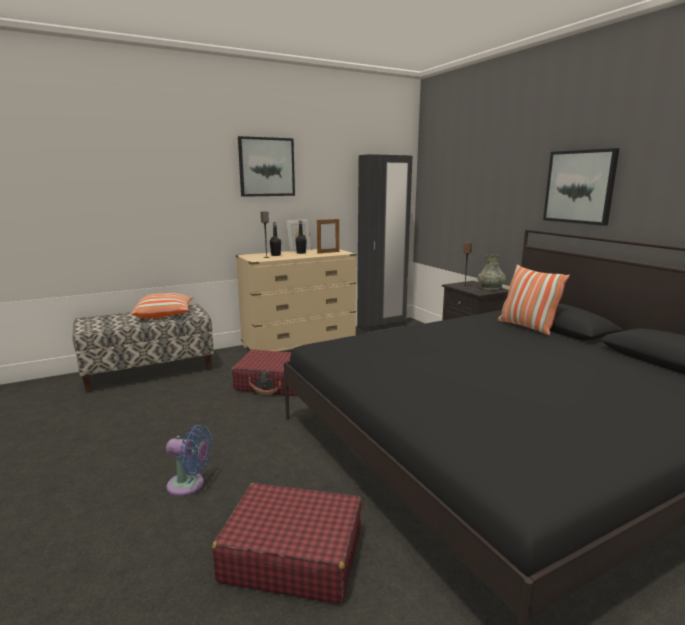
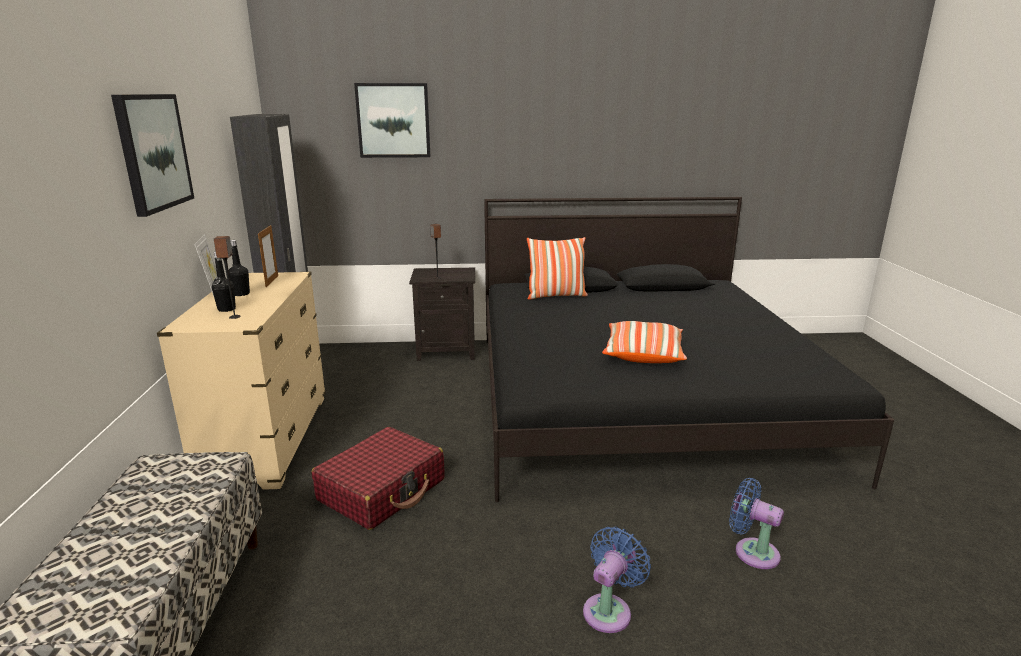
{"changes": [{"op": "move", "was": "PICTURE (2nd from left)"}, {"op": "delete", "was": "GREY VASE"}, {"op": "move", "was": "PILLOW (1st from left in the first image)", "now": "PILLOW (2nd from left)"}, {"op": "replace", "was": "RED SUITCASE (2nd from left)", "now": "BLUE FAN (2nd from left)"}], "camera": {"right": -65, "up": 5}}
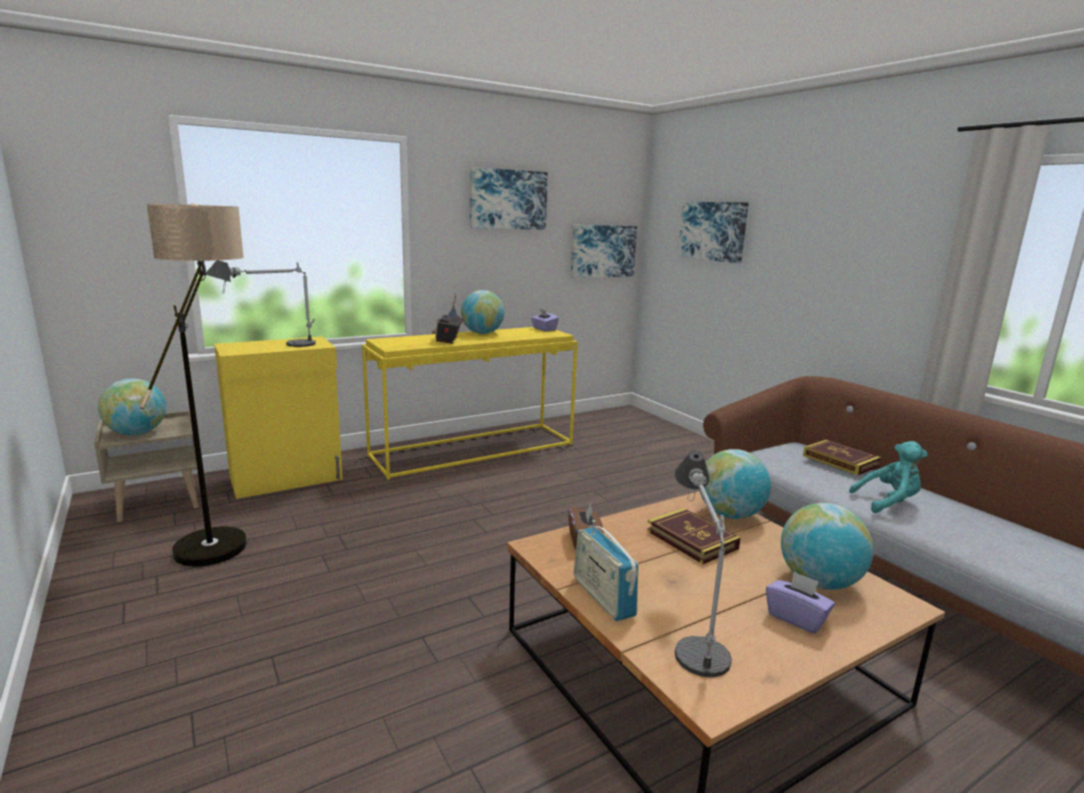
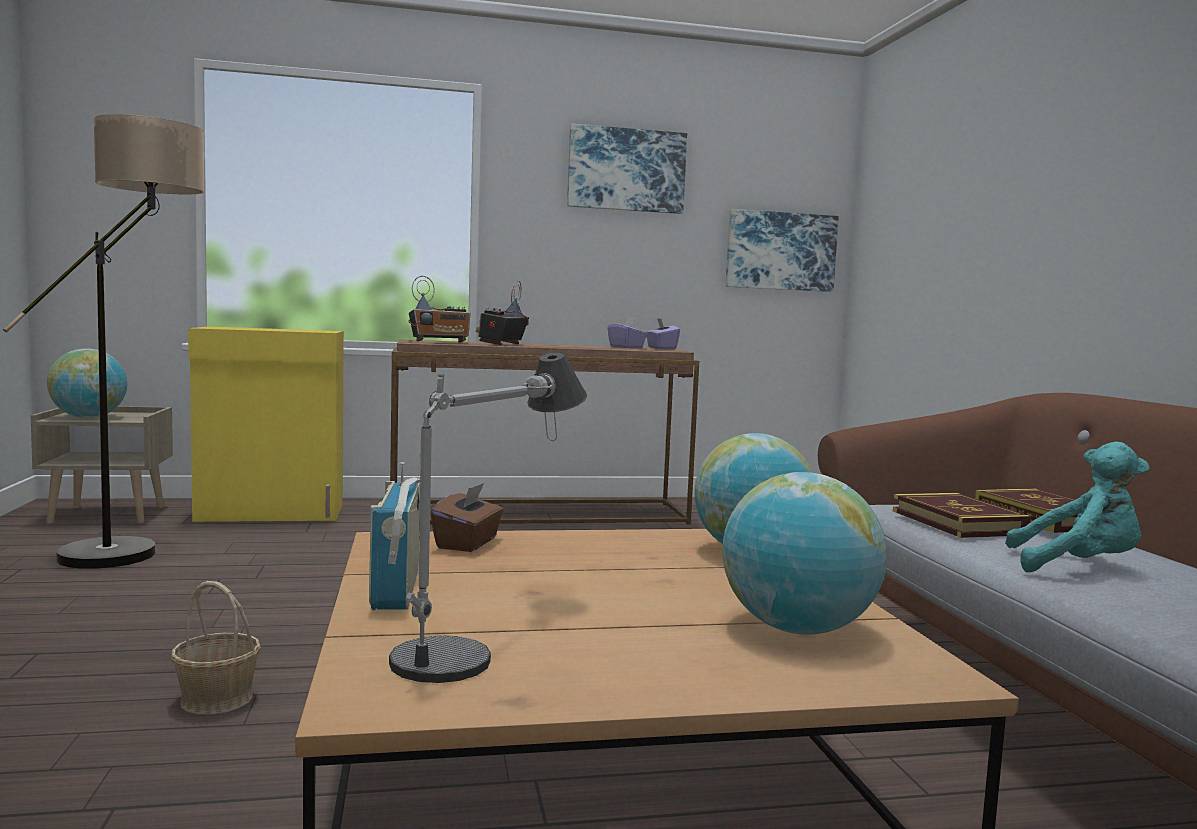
{"changes": [{"op": "delete", "was": "PICTURE (3rd from left)"}, {"op": "delete", "was": "TABLE LAMP (1st from left)"}, {"op": "delete", "was": "GLOBE (2nd from left)"}, {"op": "recolor", "was": "YELLOW CONSOLE TABLE", "now": "BROWN CONSOLE TABLE"}, {"op": "move", "was": "BOOK (1st from left)"}, {"op": "move", "was": "PURPLE TISSUE BOX (2nd from left in the first image)", "now": "PURPLE TISSUE BOX (1st from left)"}, {"op": "insert", "now": "RADIO (2nd from left)"}, {"op": "insert", "now": "BASKET"}], "camera": {"right": 20, "up": -10}}
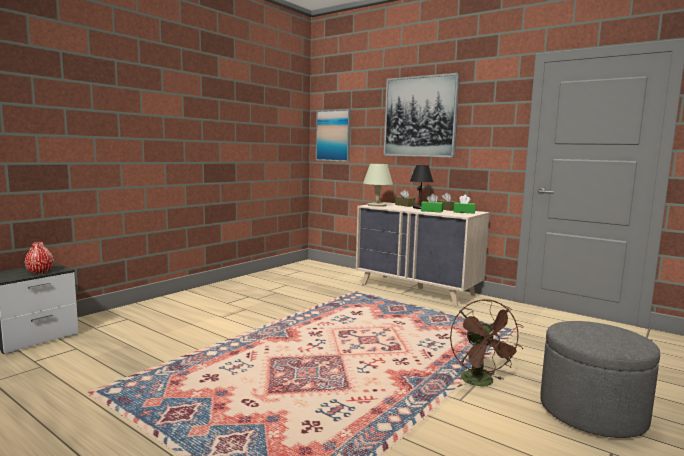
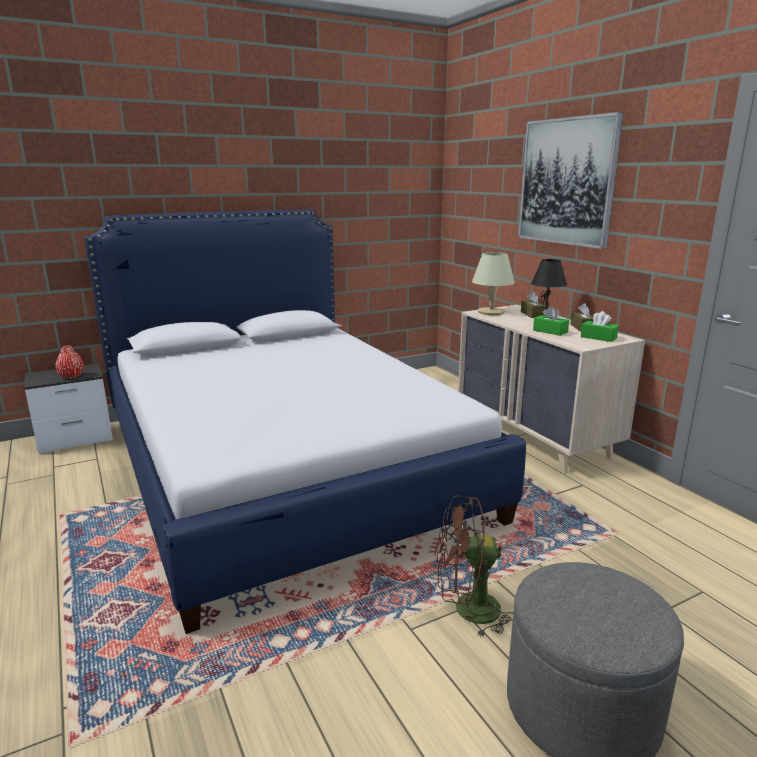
{"changes": [{"op": "delete", "was": "PICTURE (1st from left)"}, {"op": "rotate", "was": "BROWN FAN", "clockwise": 75}, {"op": "insert", "now": "BED"}], "camera": {"right": 25, "up": 10}}
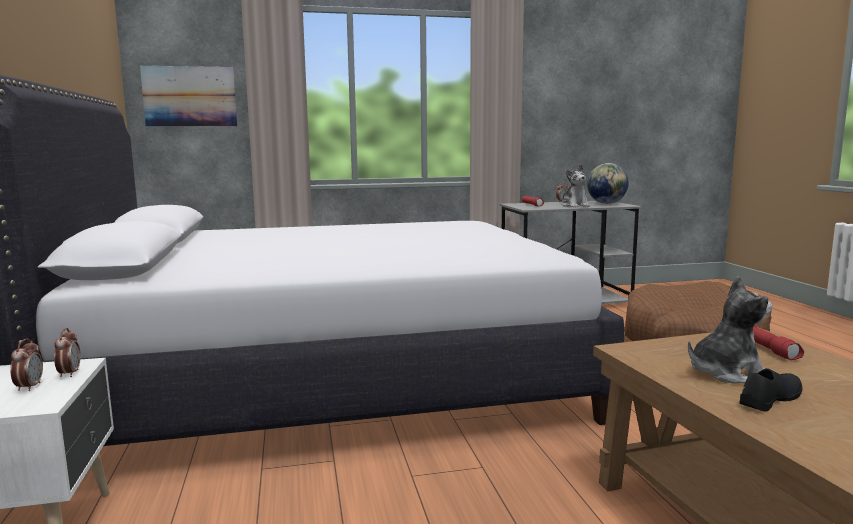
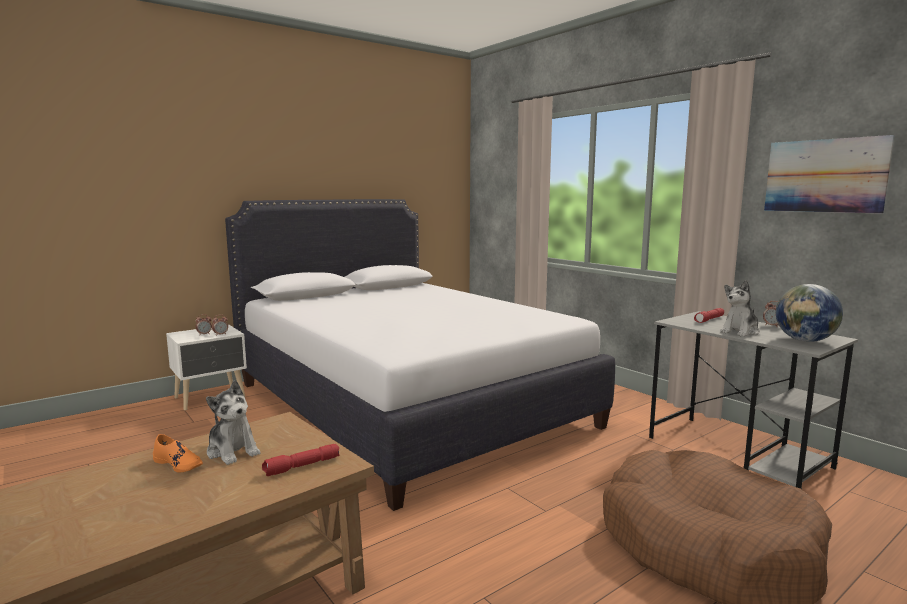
{"changes": [{"op": "move", "was": "PICTURE"}, {"op": "recolor", "was": "BLACK SHOE", "now": "ORANGE SHOE"}], "camera": {"right": 65, "up": 0}}
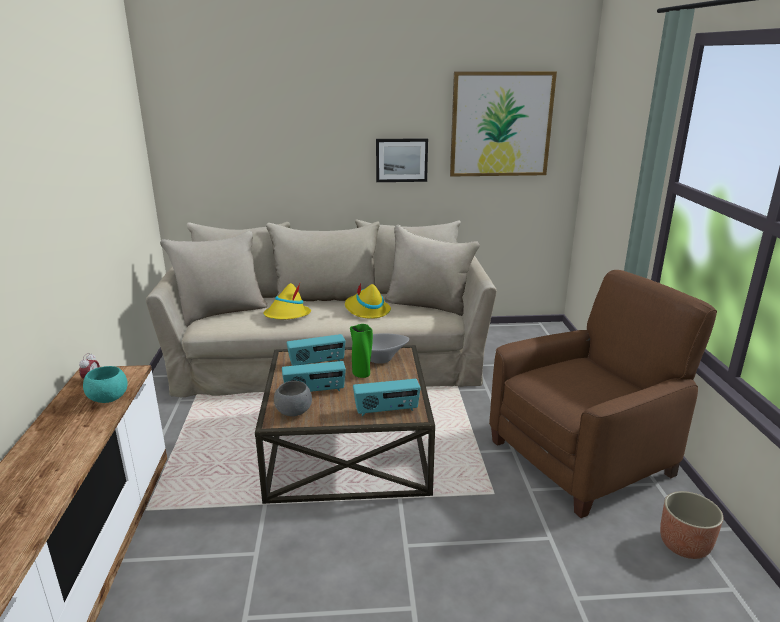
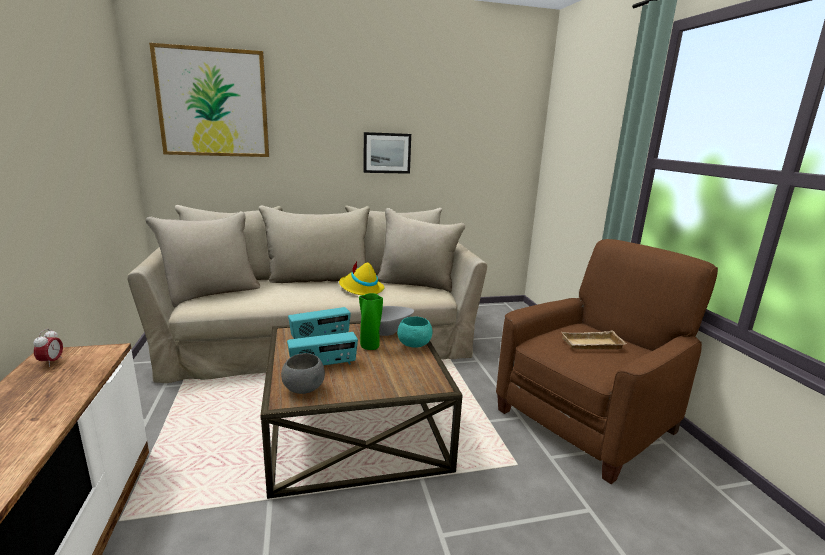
{"changes": [{"op": "move", "was": "PICTURE (2nd from left in the first image)", "now": "PICTURE (1st from left)"}, {"op": "delete", "was": "YELLOW HAT (1st from left)"}, {"op": "move", "was": "TURQUOISE BOWL"}, {"op": "delete", "was": "RADIO (3rd from left)"}, {"op": "delete", "was": "PLANTER"}, {"op": "insert", "now": "BEIGE TRAY"}], "camera": {"right": -10, "up": -5}}
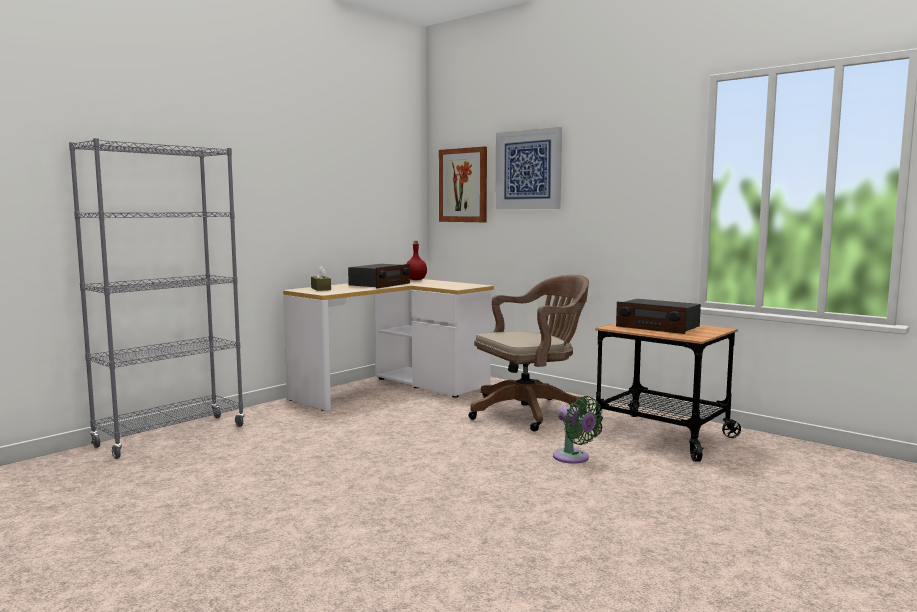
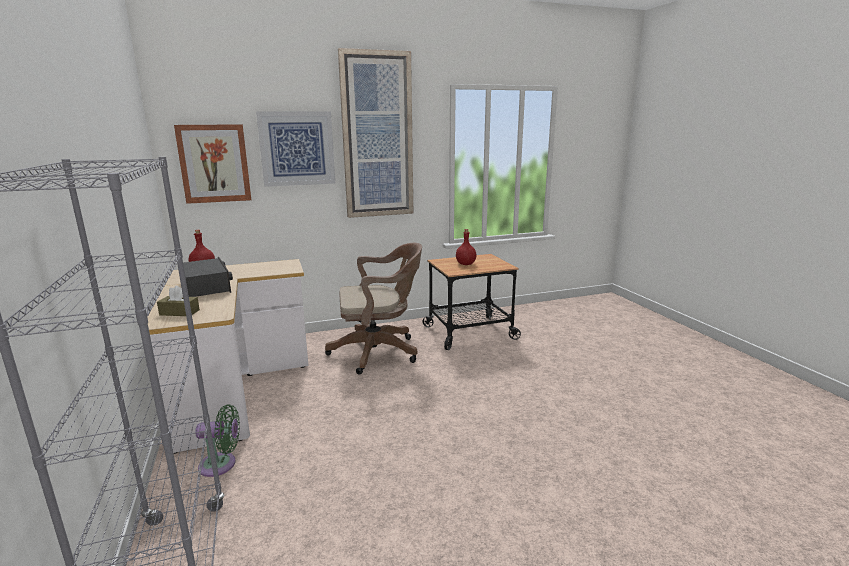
{"changes": [{"op": "rotate", "was": "BROWN OFFICE CHAIR", "clockwise": 75}, {"op": "replace", "was": "RADIO (2nd from left)", "now": "RED BOTTLE (2nd from left)"}, {"op": "move", "was": "GREEN FAN"}, {"op": "insert", "now": "PICTURE (3rd from left)"}], "camera": {"right": -60, "up": 10}}
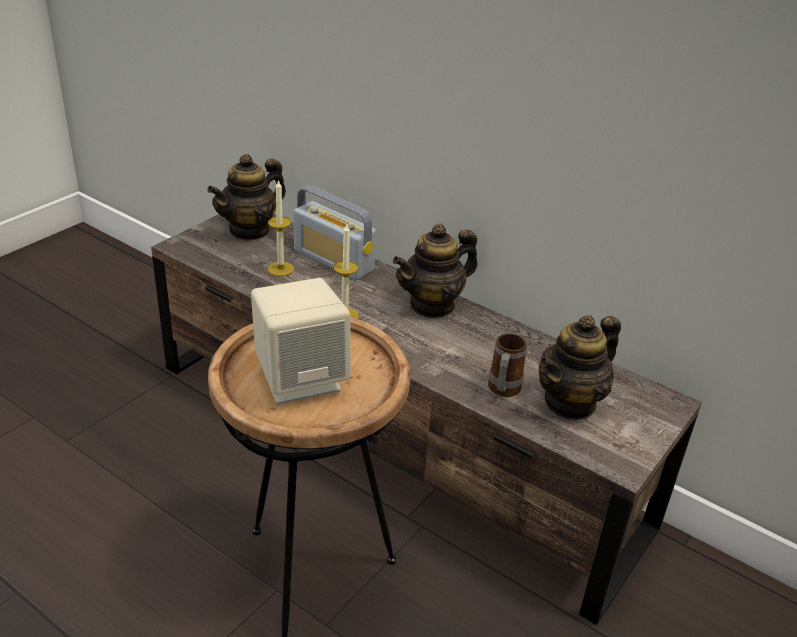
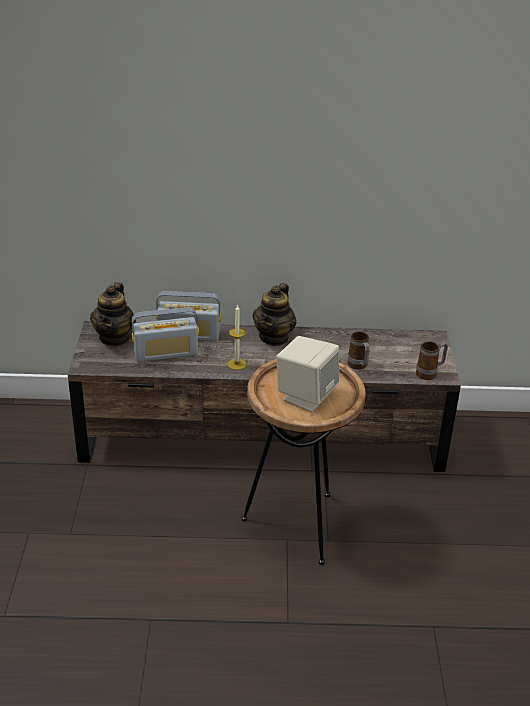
{"changes": [{"op": "replace", "was": "CANDLE (1st from left)", "now": "RADIO (1st from left)"}, {"op": "delete", "was": "TEAPOT (3rd from left)"}, {"op": "insert", "now": "MUG (2nd from left)"}], "camera": {"right": -35, "up": 0}}
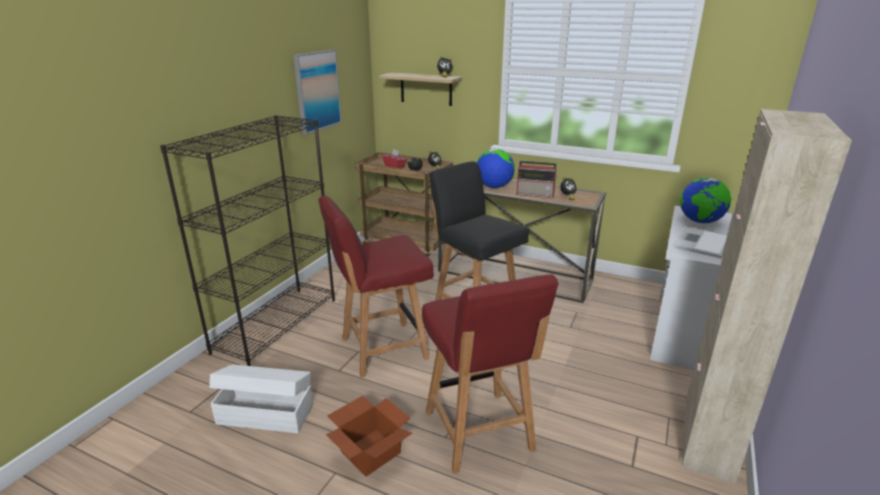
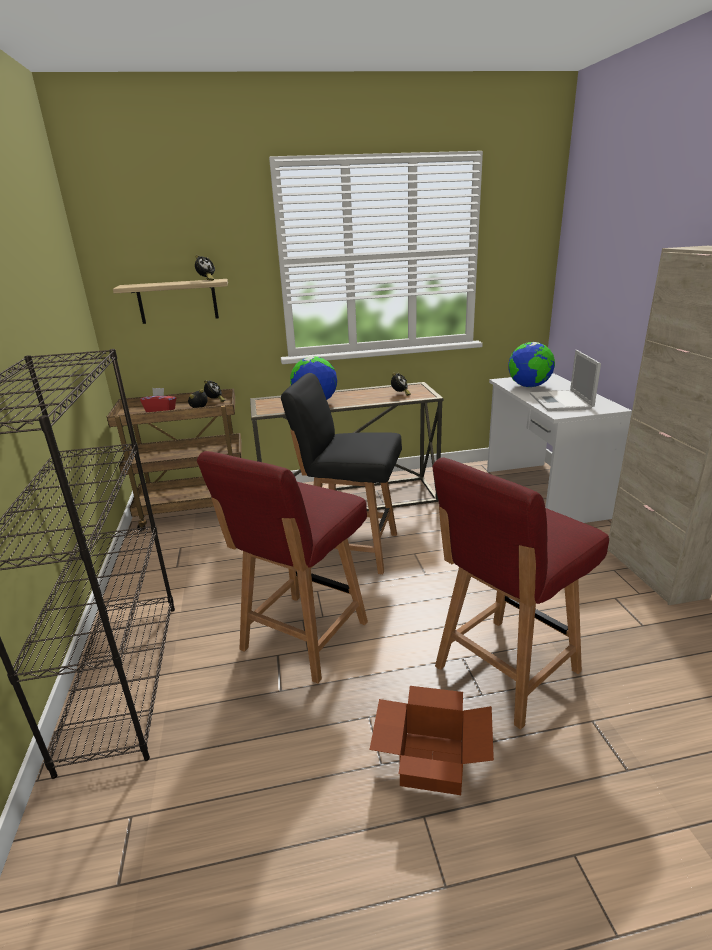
{"changes": [{"op": "delete", "was": "PICTURE"}, {"op": "delete", "was": "RADIO"}, {"op": "rotate", "was": "RED CHAIR (2nd from left)", "clockwise": 105}, {"op": "delete", "was": "WHITE STORAGE BOX"}], "camera": {"right": -35, "up": 0}}
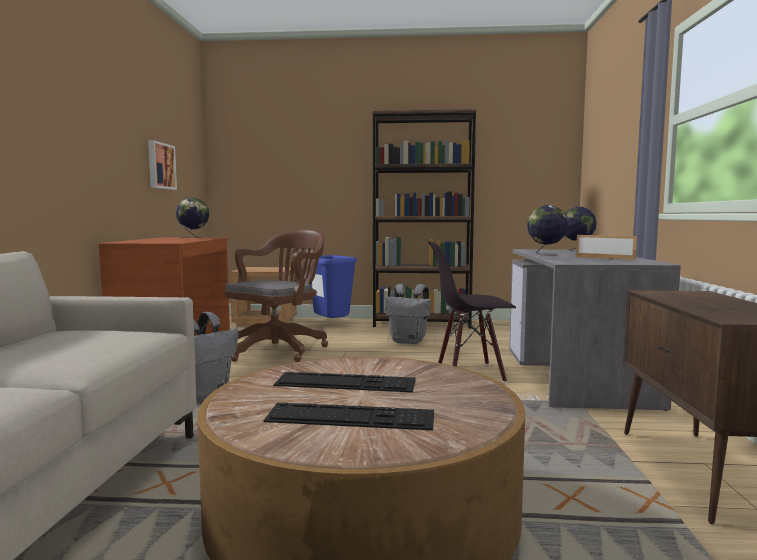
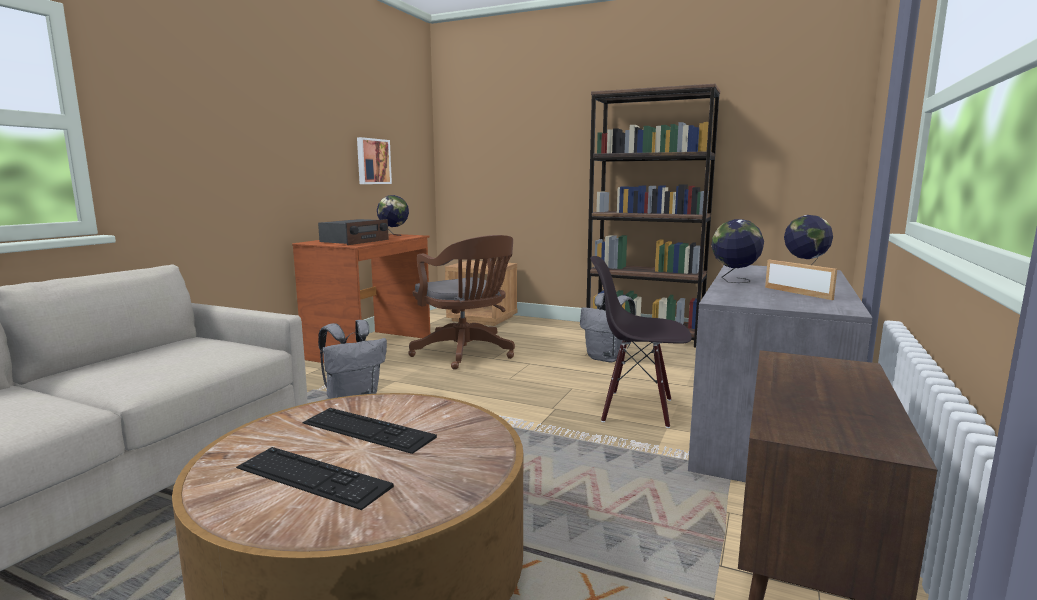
{"changes": [{"op": "rotate", "was": "BROWN OFFICE CHAIR", "clockwise": 90}, {"op": "delete", "was": "BLUE TRASH CAN"}, {"op": "insert", "now": "RADIO"}], "camera": {"right": 20, "up": 5}}
